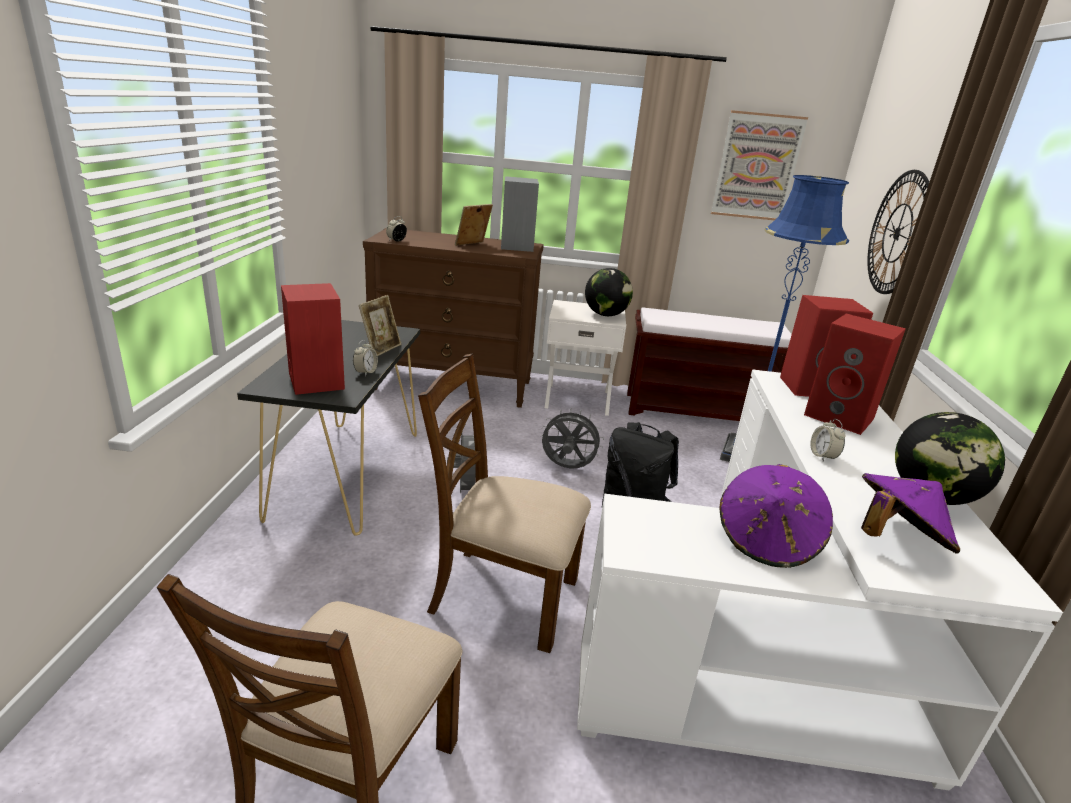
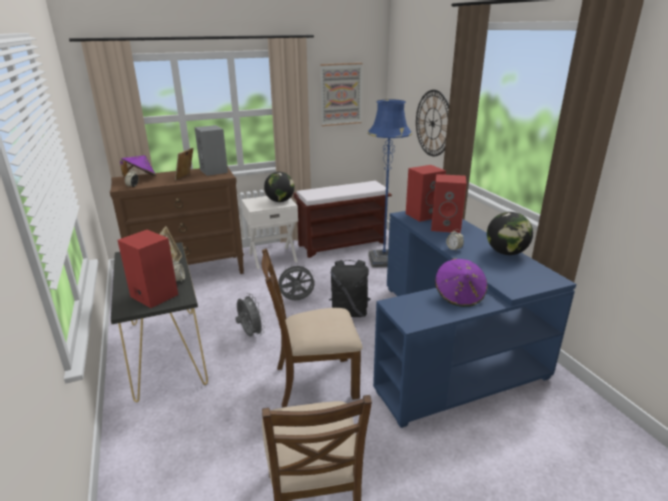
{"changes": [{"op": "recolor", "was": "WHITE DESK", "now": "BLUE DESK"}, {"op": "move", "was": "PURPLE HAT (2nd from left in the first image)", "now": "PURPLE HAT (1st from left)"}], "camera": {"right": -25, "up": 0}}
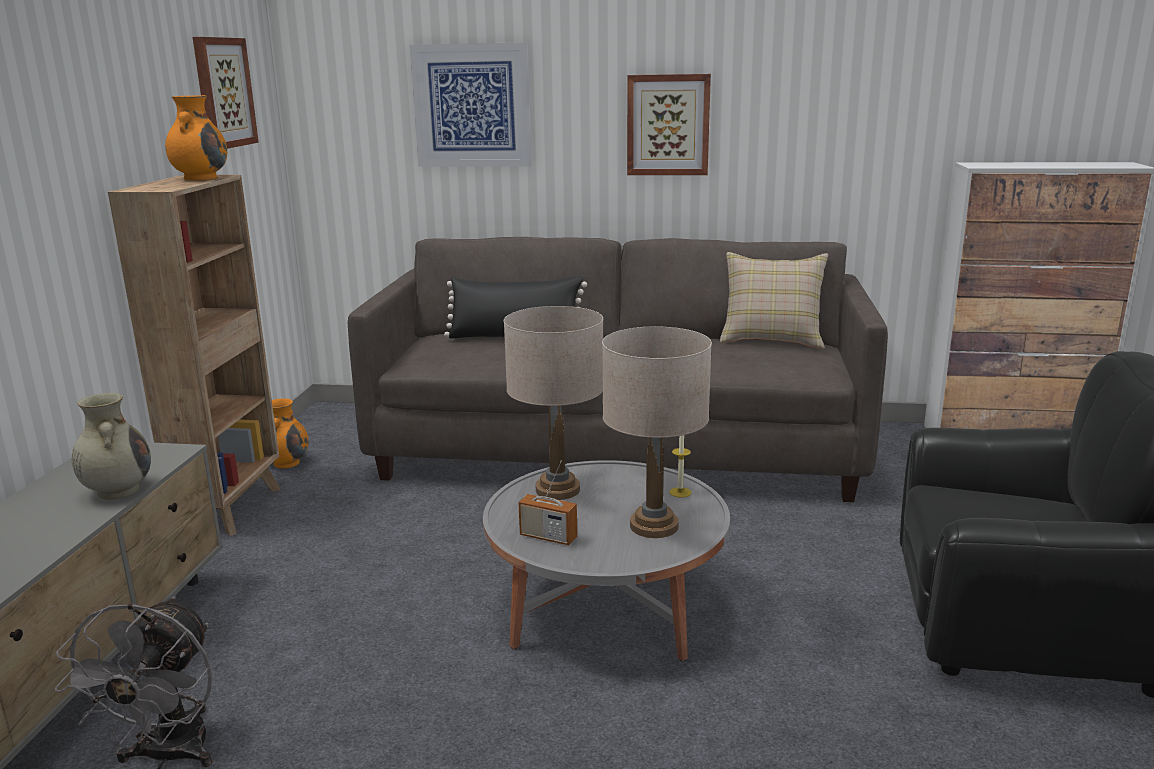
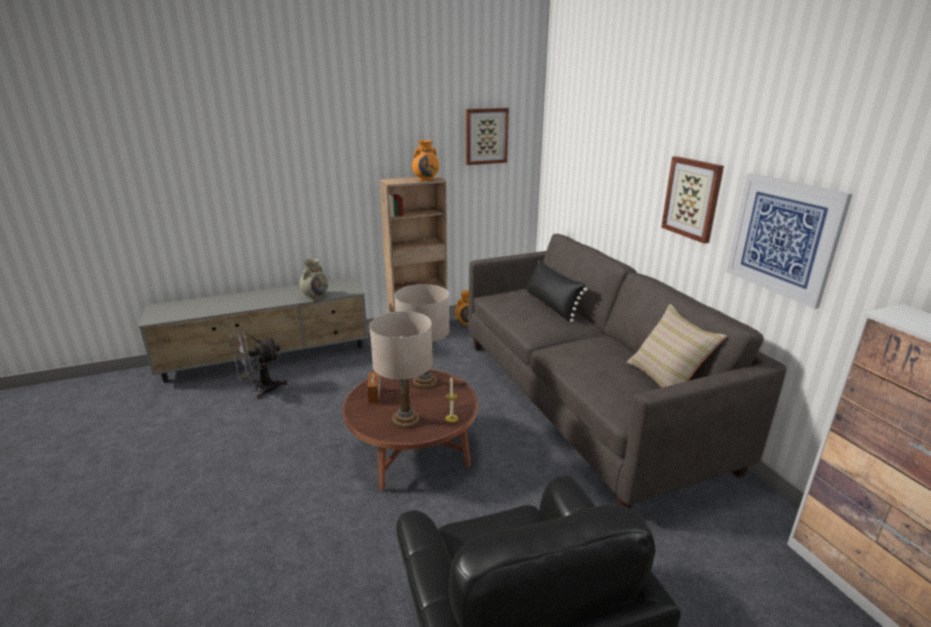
{"changes": [{"op": "move", "was": "PICTURE (2nd from left in the first image)", "now": "PICTURE (3rd from left)"}, {"op": "recolor", "was": "GREY COFFEE TABLE", "now": "BROWN COFFEE TABLE"}], "camera": {"right": 60, "up": 5}}
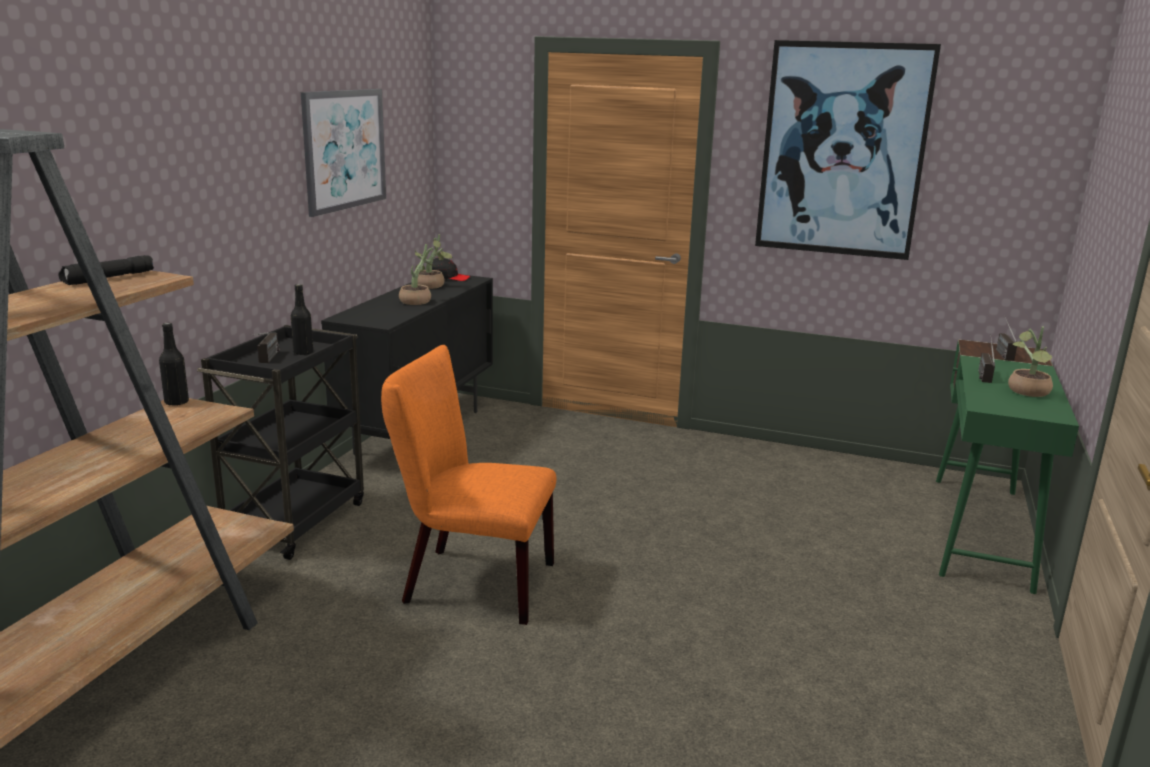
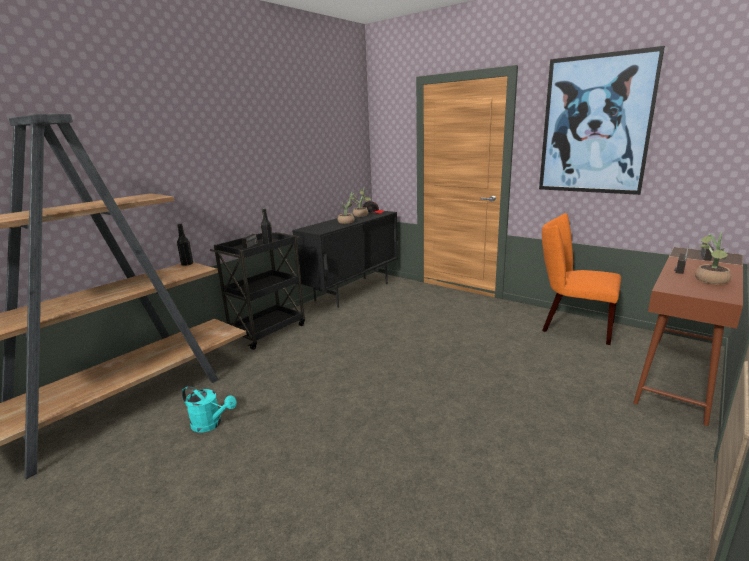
{"changes": [{"op": "delete", "was": "PICTURE (1st from left)"}, {"op": "delete", "was": "BLACK FLASHLIGHT"}, {"op": "recolor", "was": "GREEN DESK", "now": "BROWN DESK"}, {"op": "move", "was": "ORANGE CHAIR"}, {"op": "insert", "now": "TURQUOISE WATERING CAN"}], "camera": {"right": 20, "up": 0}}
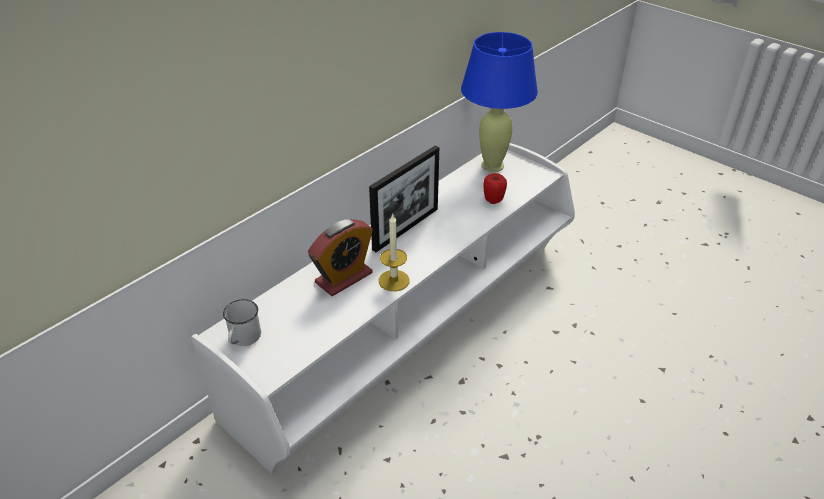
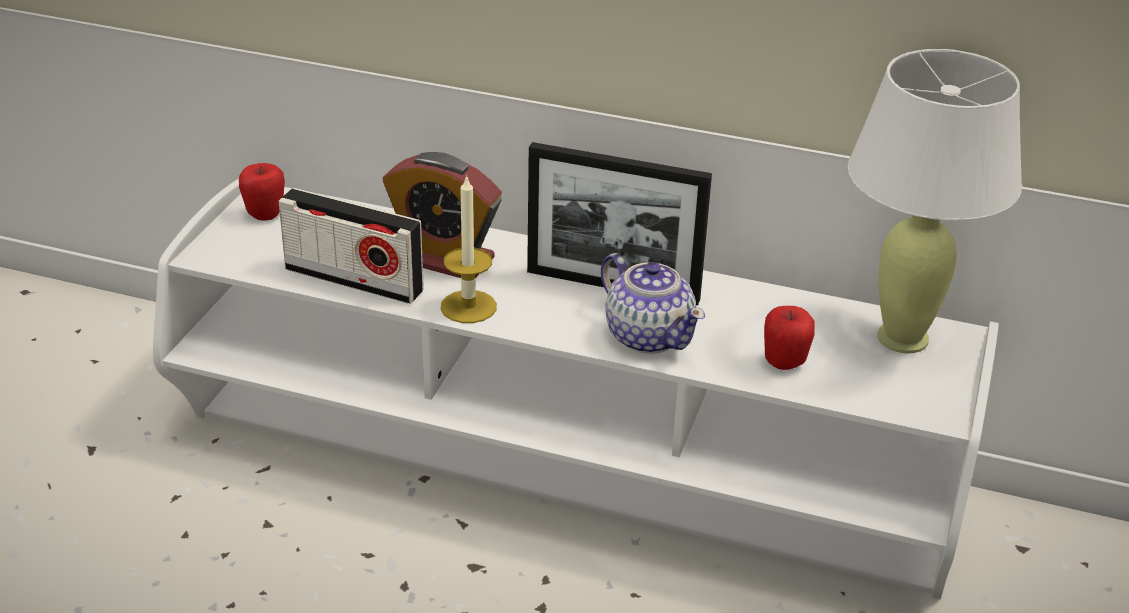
{"changes": [{"op": "recolor", "was": "BLUE TABLE LAMP", "now": "WHITE TABLE LAMP"}, {"op": "replace", "was": "WHITE MUG", "now": "APPLE (1st from left)"}, {"op": "insert", "now": "RADIO"}, {"op": "insert", "now": "TEAPOT"}], "camera": {"right": 65, "up": -5}}
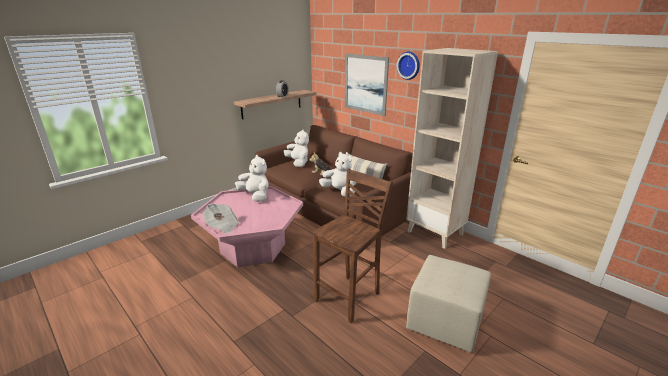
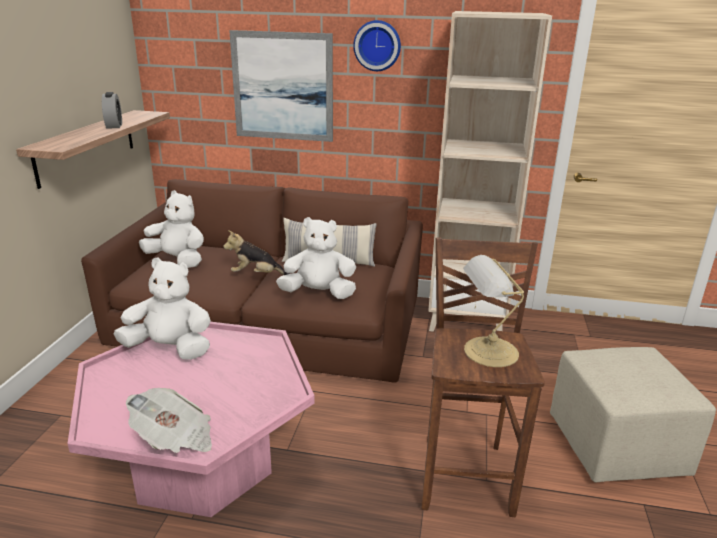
{"changes": [{"op": "insert", "now": "TABLE LAMP"}], "camera": {"right": -35, "up": 0}}
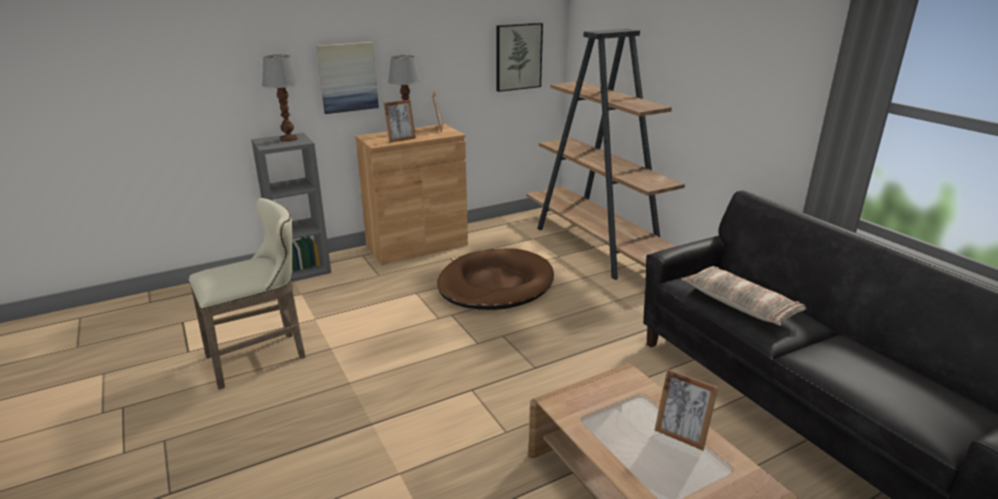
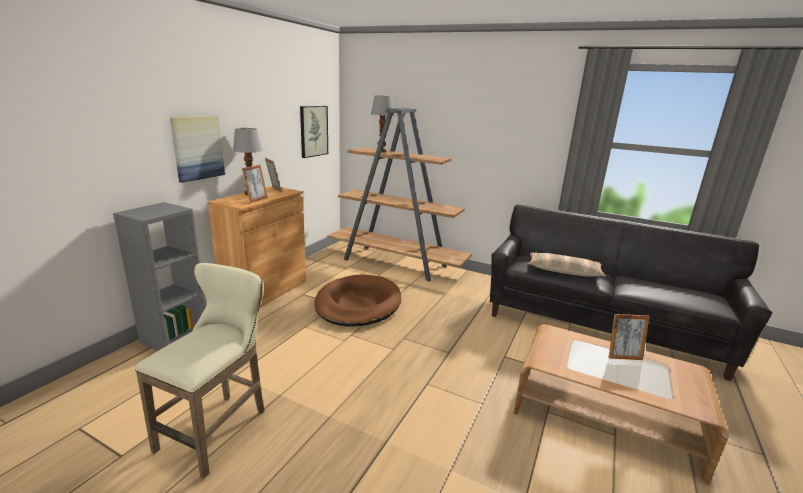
{"changes": [{"op": "move", "was": "TABLE LAMP (1st from left in the first image)", "now": "TABLE LAMP (2nd from left)"}], "camera": {"right": -35, "up": -5}}
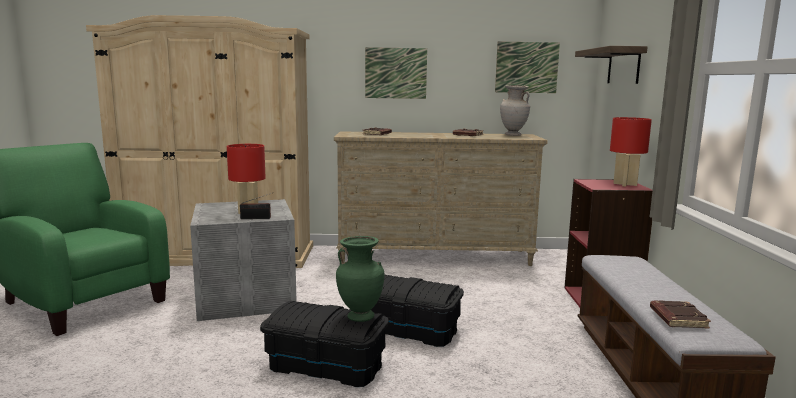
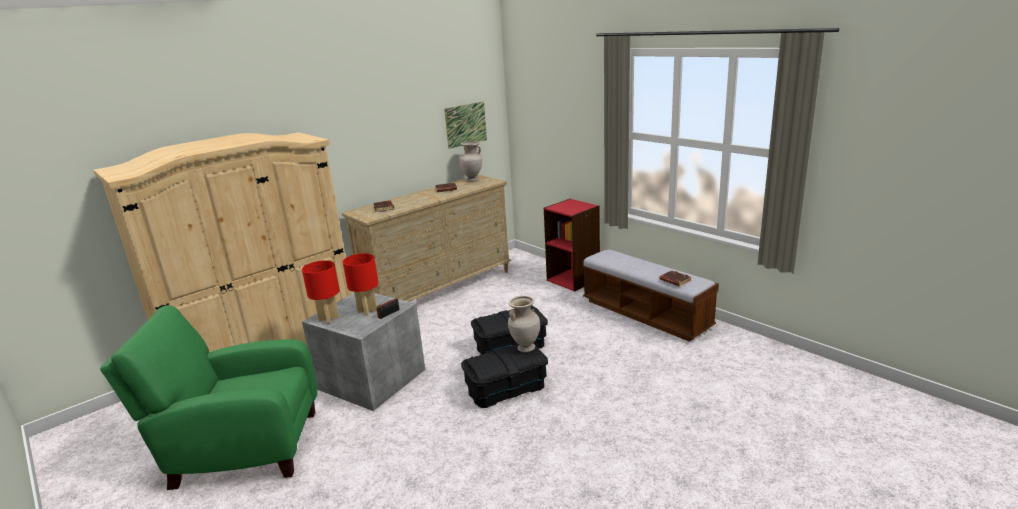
{"changes": [{"op": "delete", "was": "SHELF"}, {"op": "delete", "was": "PICTURE (1st from left)"}, {"op": "move", "was": "RED TABLE LAMP (2nd from left in the first image)", "now": "RED TABLE LAMP (1st from left)"}, {"op": "recolor", "was": "GREEN VASE", "now": "BEIGE VASE (2nd from left)"}], "camera": {"right": -40, "up": 10}}
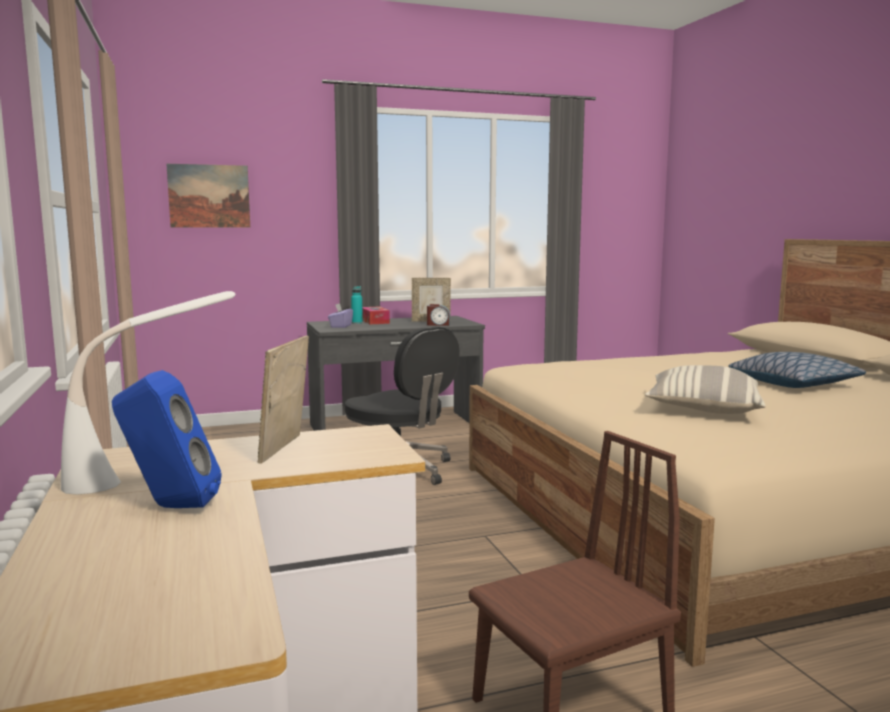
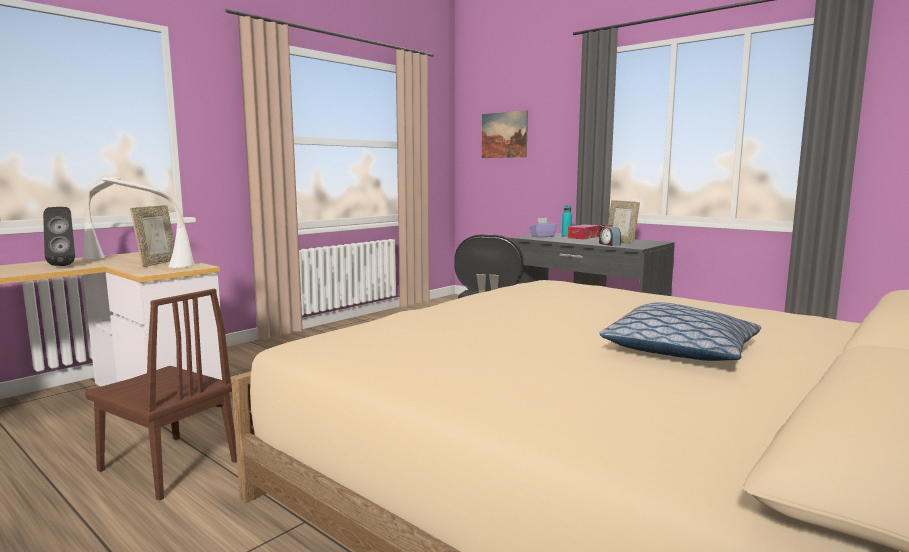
{"changes": [{"op": "rotate", "was": "PICTURE FRAME (1st from left)", "clockwise": 120}, {"op": "delete", "was": "PILLOW (1st from left)"}, {"op": "recolor", "was": "BLUE SPEAKER", "now": "BLACK SPEAKER"}, {"op": "insert", "now": "WHITE TABLE LAMP (2nd from left)"}], "camera": {"right": 60, "up": 0}}
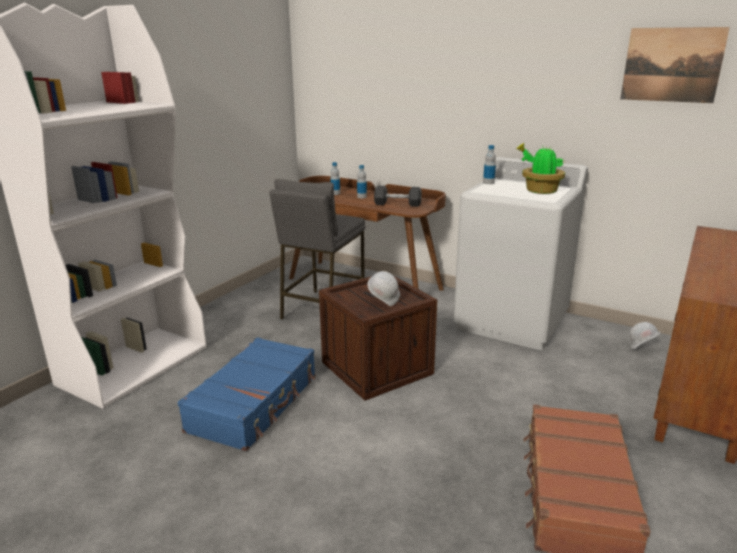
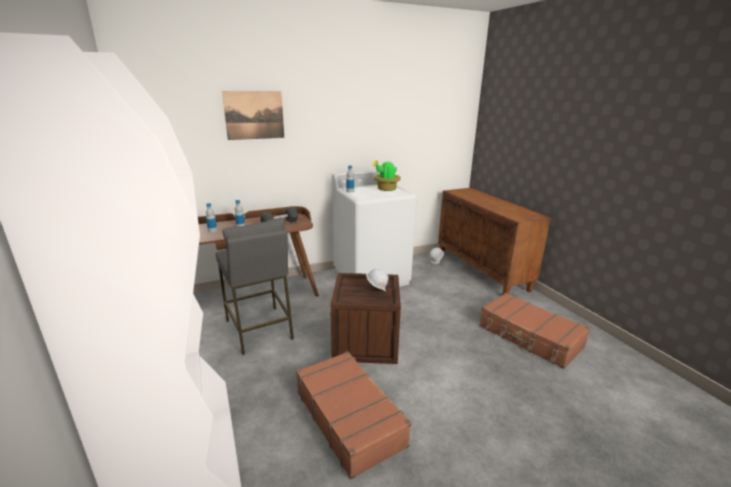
{"changes": [{"op": "move", "was": "PICTURE"}, {"op": "recolor", "was": "BLUE SUITCASE", "now": "BROWN SUITCASE (1st from left)"}], "camera": {"right": -55, "up": 0}}
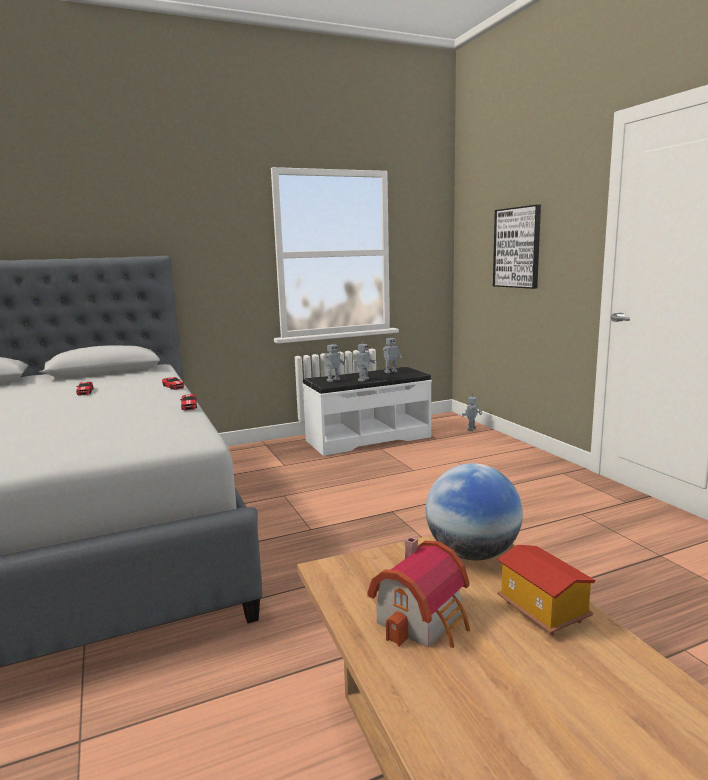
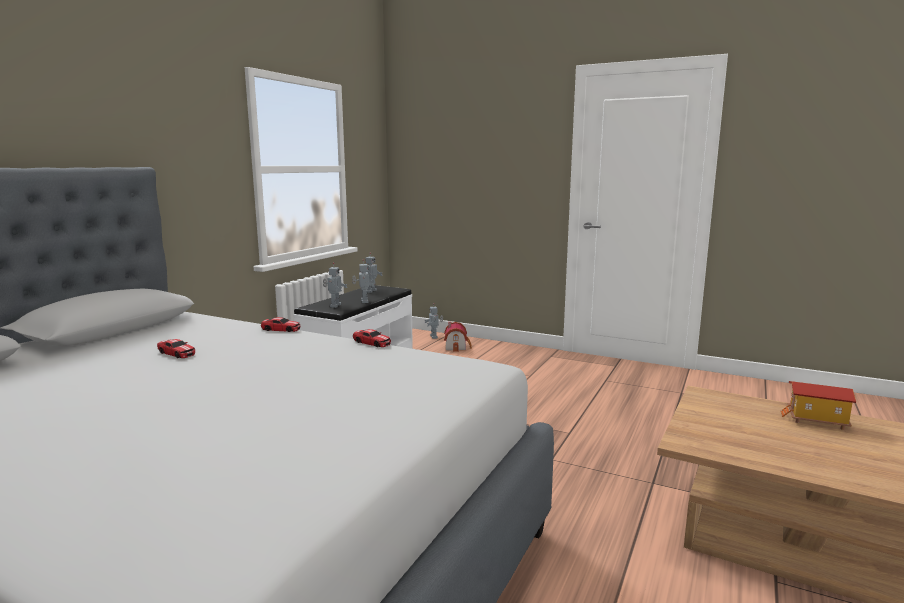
{"changes": [{"op": "delete", "was": "PICTURE"}, {"op": "delete", "was": "GLOBE"}, {"op": "move", "was": "TOY HOUSE (1st from left)"}], "camera": {"right": -40, "up": 0}}
